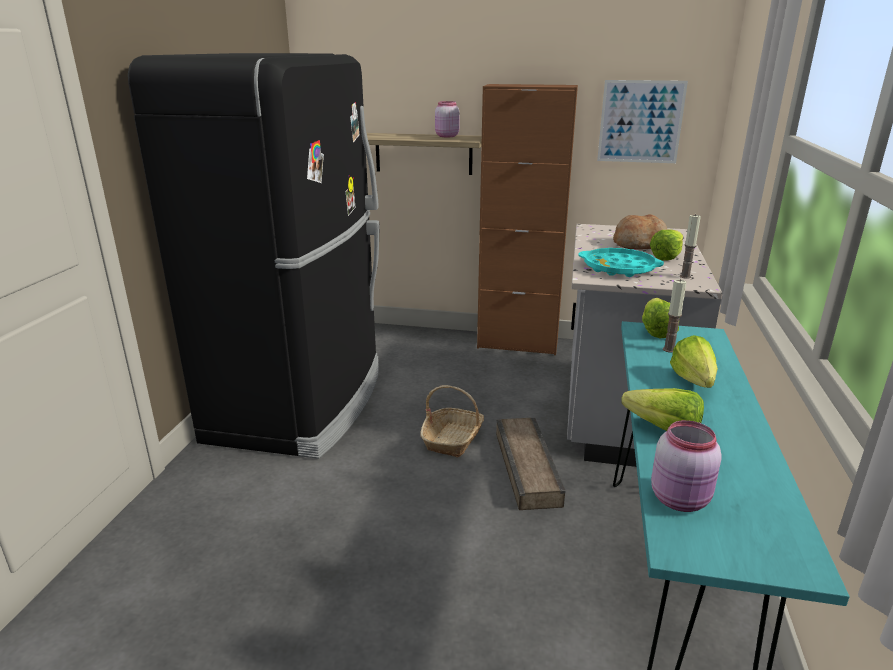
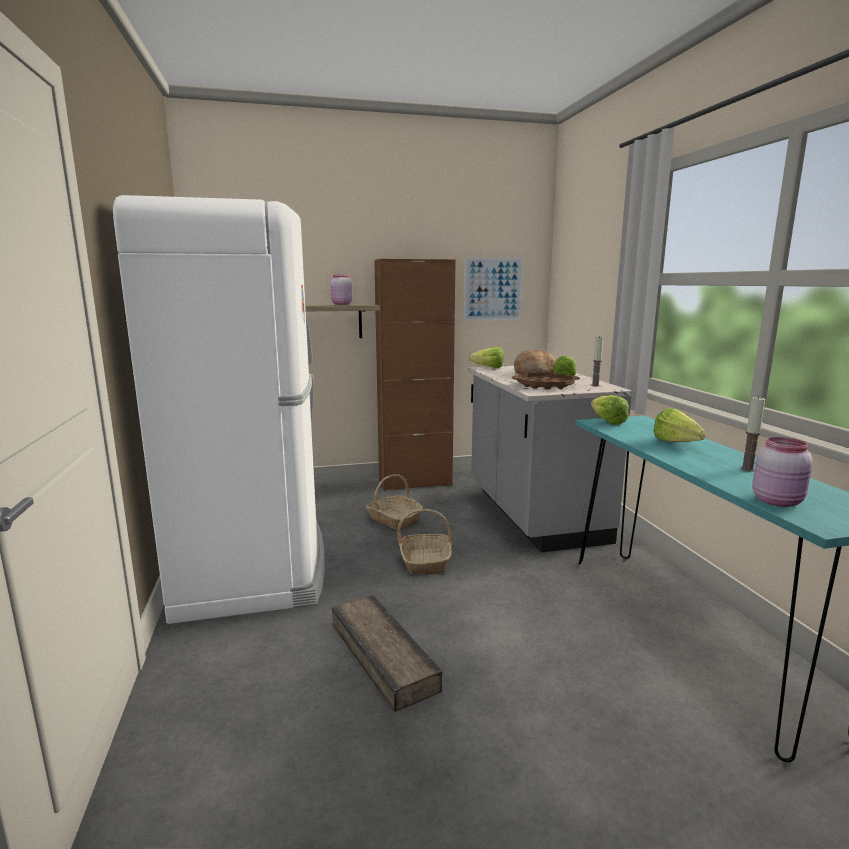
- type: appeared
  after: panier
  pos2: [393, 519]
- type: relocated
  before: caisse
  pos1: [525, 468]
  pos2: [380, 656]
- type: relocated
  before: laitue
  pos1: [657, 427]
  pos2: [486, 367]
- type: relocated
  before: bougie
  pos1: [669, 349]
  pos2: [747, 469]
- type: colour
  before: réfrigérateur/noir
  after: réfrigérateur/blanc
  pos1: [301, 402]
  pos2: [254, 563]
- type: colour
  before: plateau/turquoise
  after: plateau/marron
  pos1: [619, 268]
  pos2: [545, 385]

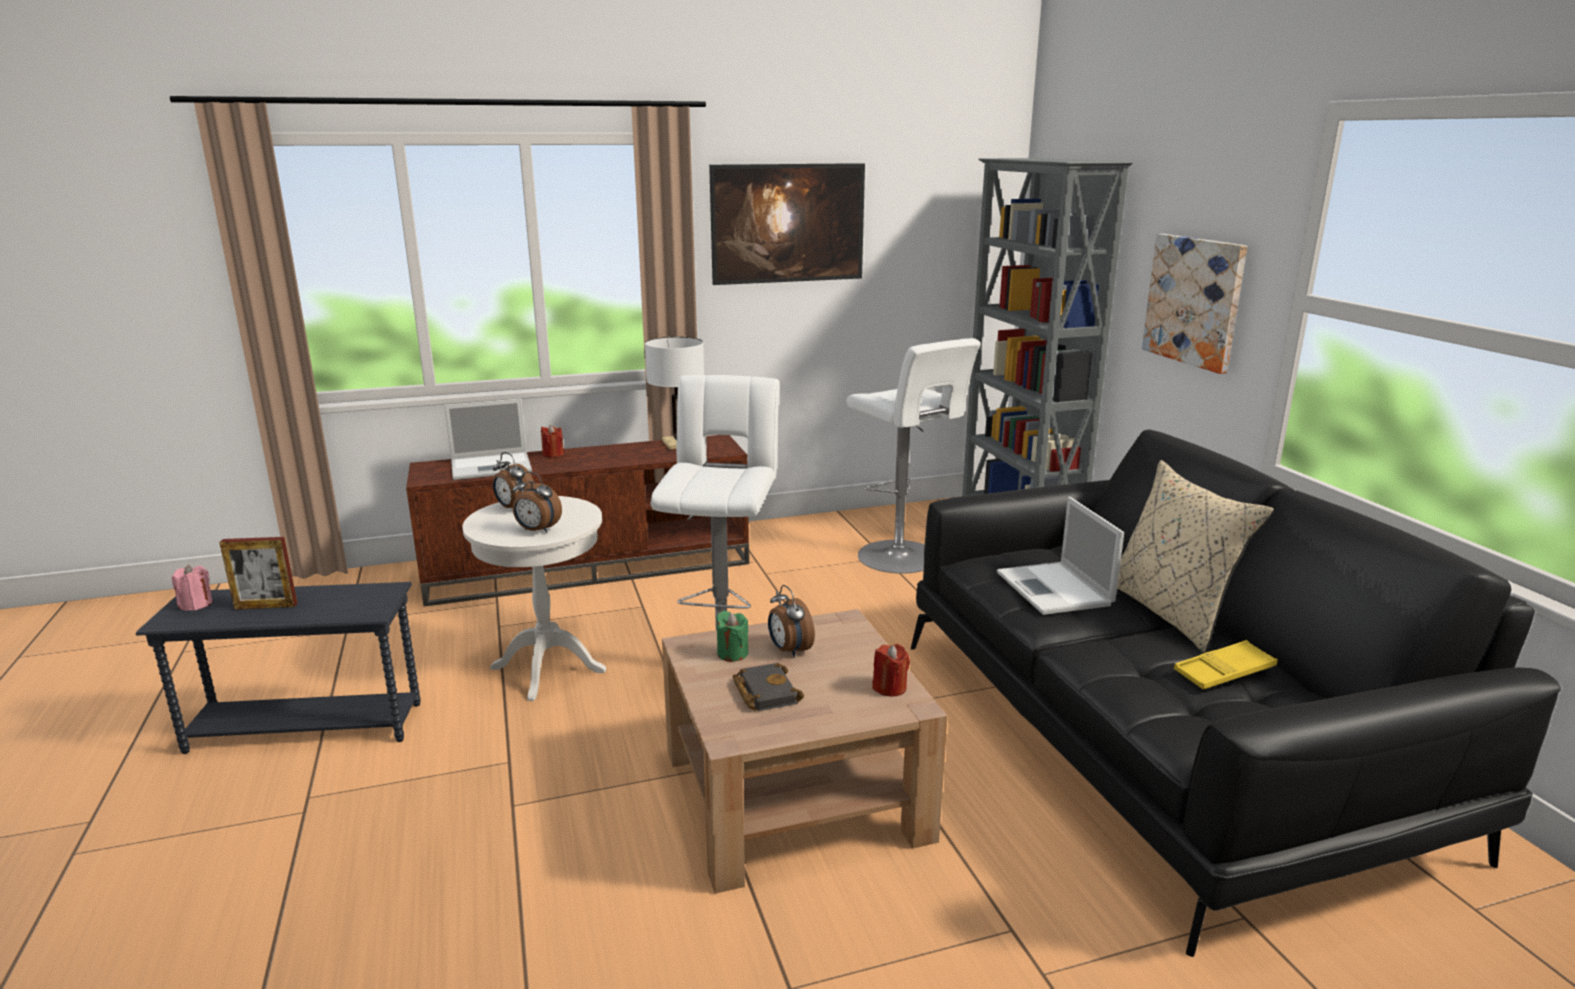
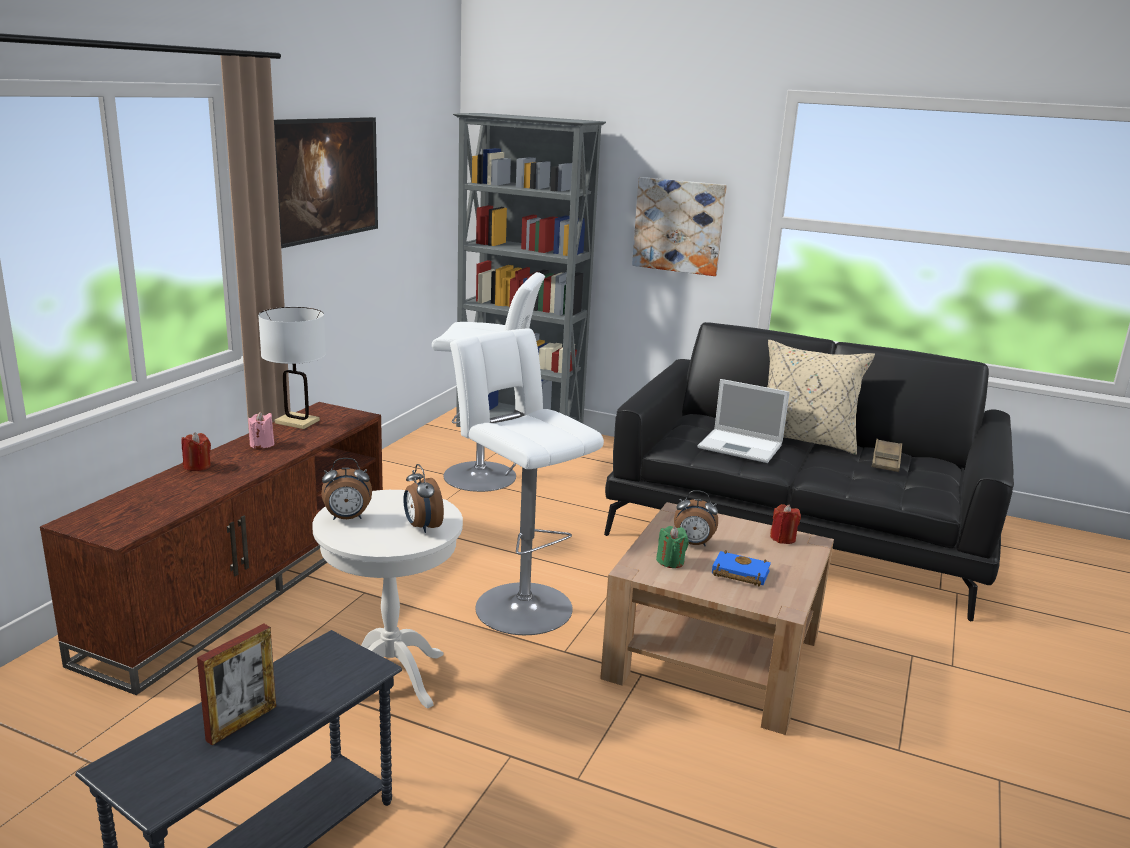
- type: missing
  before: ordinateur portable
  pos1: [493, 466]
- type: relocated
  before: bougie/rose
  pos1: [196, 604]
  pos2: [262, 444]
- type: colour
  before: livre/noir
  after: livre/bleu
  pos1: [764, 692]
  pos2: [738, 573]
- type: colour
  before: plateau/jaune
  after: plateau/marron
  pos1: [1224, 672]
  pos2: [886, 460]
- type: spun
  before: réveil
  pos1: [537, 530]
  pos2: [422, 527]
  turn: 90

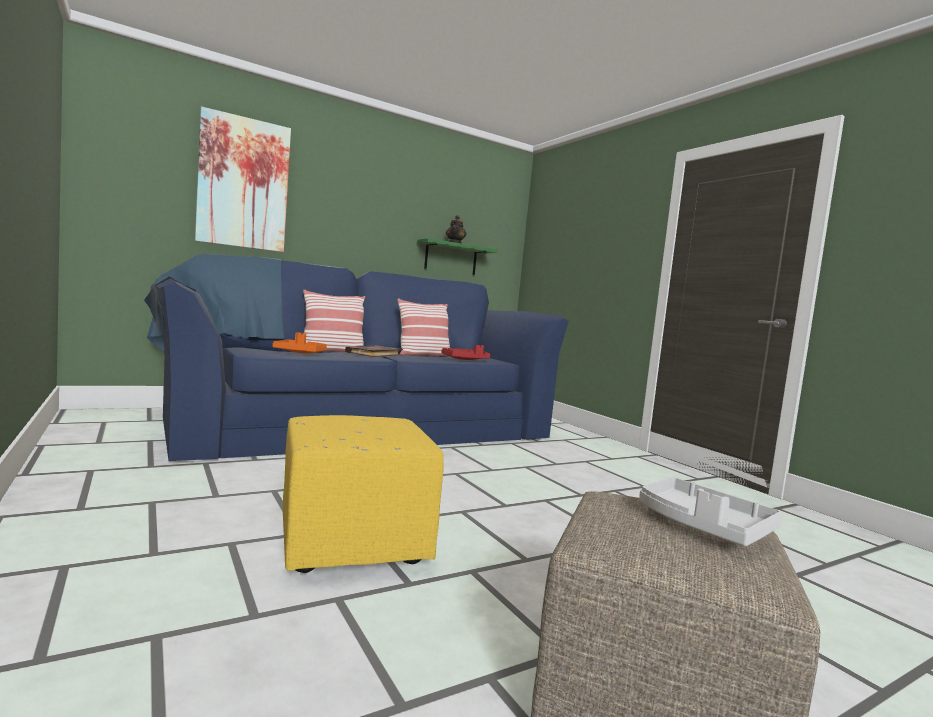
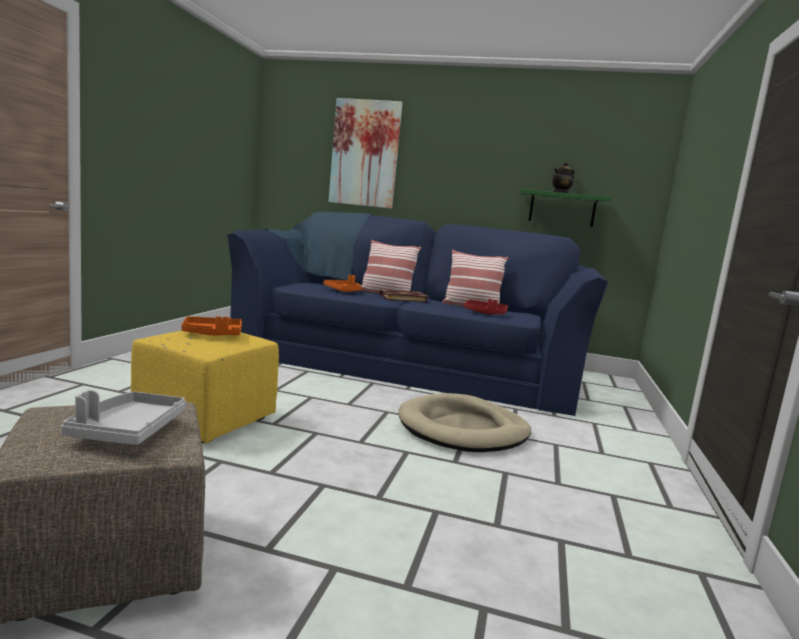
- type: appeared
  after: plateau/orange
  pos2: [212, 334]
- type: appeared
  after: panier pour chien/beige
  pos2: [463, 429]

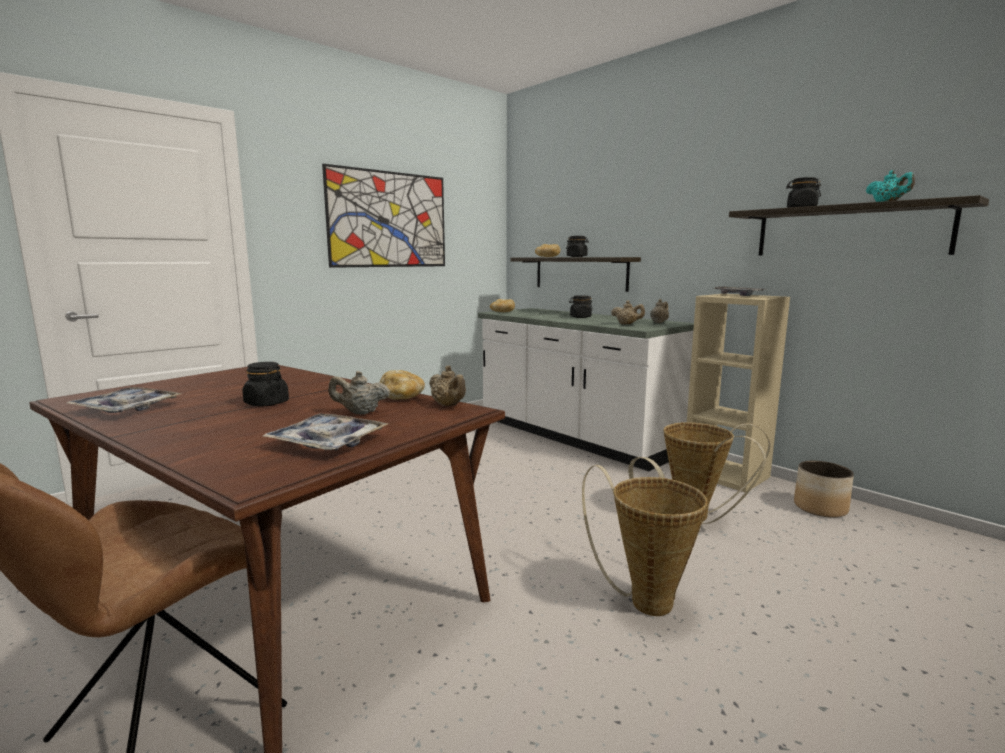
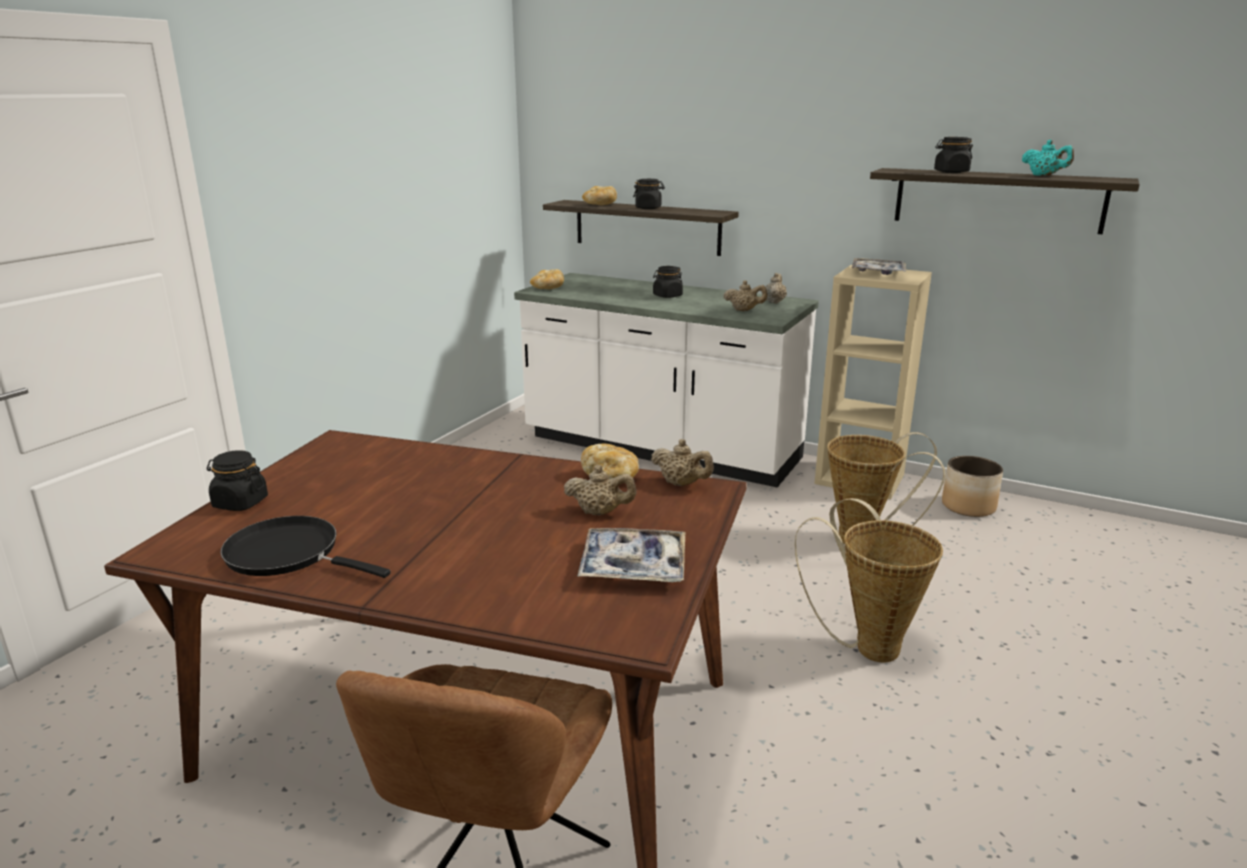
- type: missing
  before: tableau
  pos1: [389, 219]
- type: relocated
  before: bocal/noir
  pos1: [266, 403]
  pos2: [240, 503]
- type: exchanged
  before: plateau
  after: poêle/noir
  pos1: [126, 408]
  pos2: [289, 554]
- type: spun
  before: théière/beige
  pos1: [360, 413]
  pos2: [600, 512]
  turn: -150

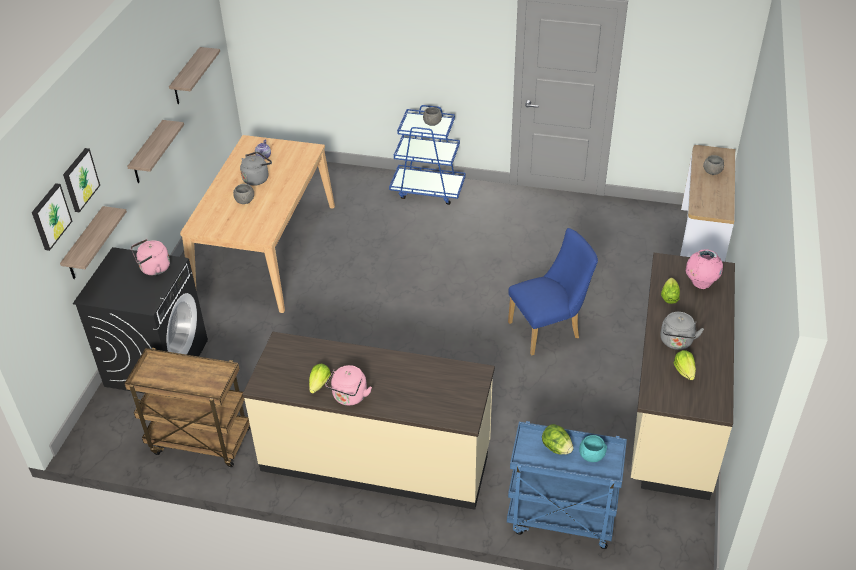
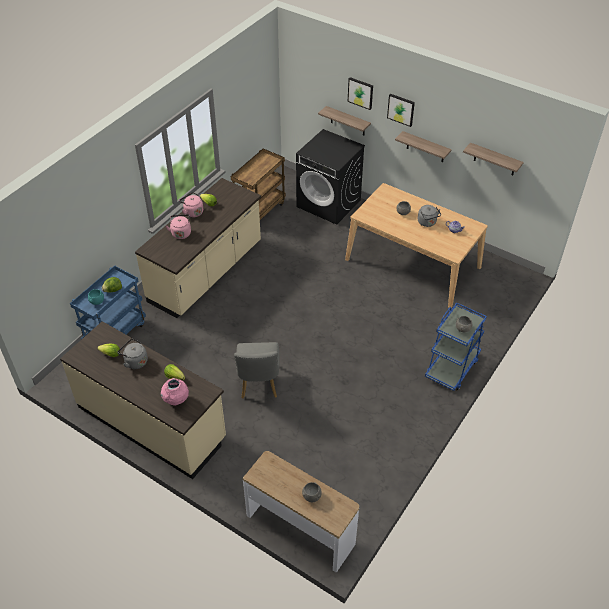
- type: relocated
  before: tableau
  pos1: [50, 216]
  pos2: [401, 109]
- type: relocated
  before: bouilloire/rose
  pos1: [153, 269]
  pos2: [181, 233]
- type: colour
  before: chaise/bleu
  after: chaise/gris
  pos1: [549, 329]
  pos2: [259, 385]

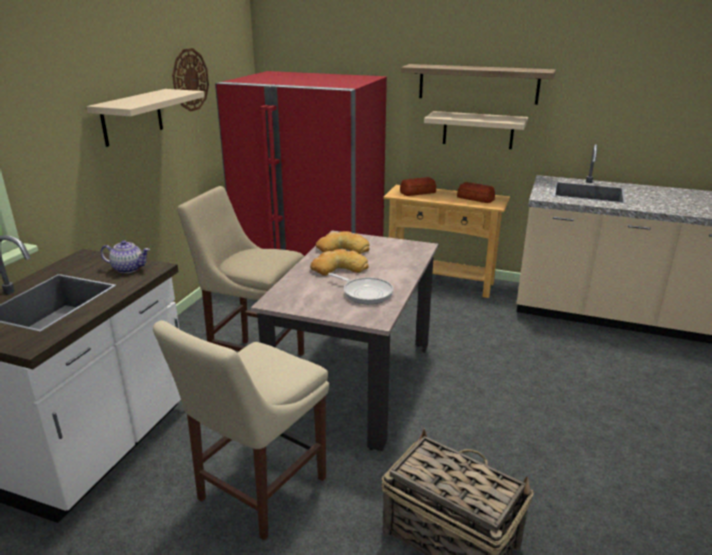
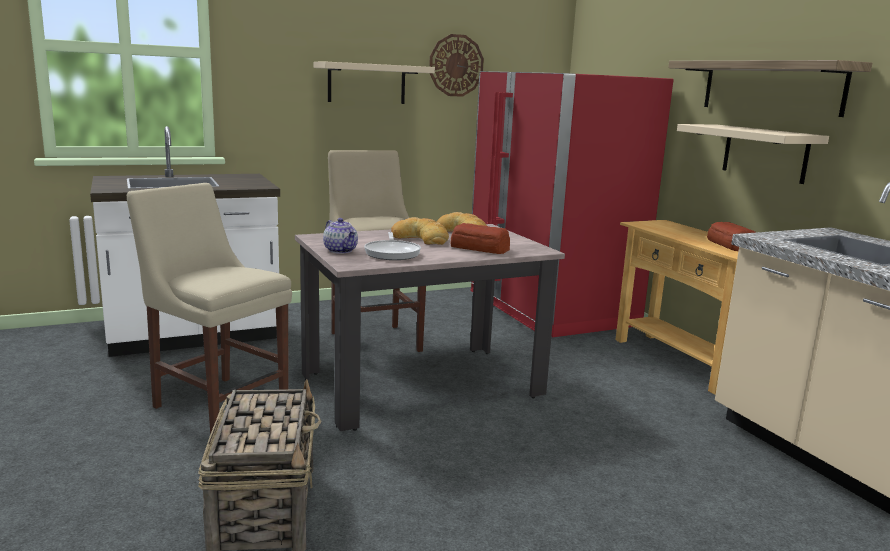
- type: relocated
  before: théière
  pos1: [129, 268]
  pos2: [341, 250]
- type: relocated
  before: pain
  pos1: [417, 192]
  pos2: [479, 248]
- type: spun
  before: chaise/beige
  pos1: [257, 492]
  pos2: [217, 403]
  turn: 45

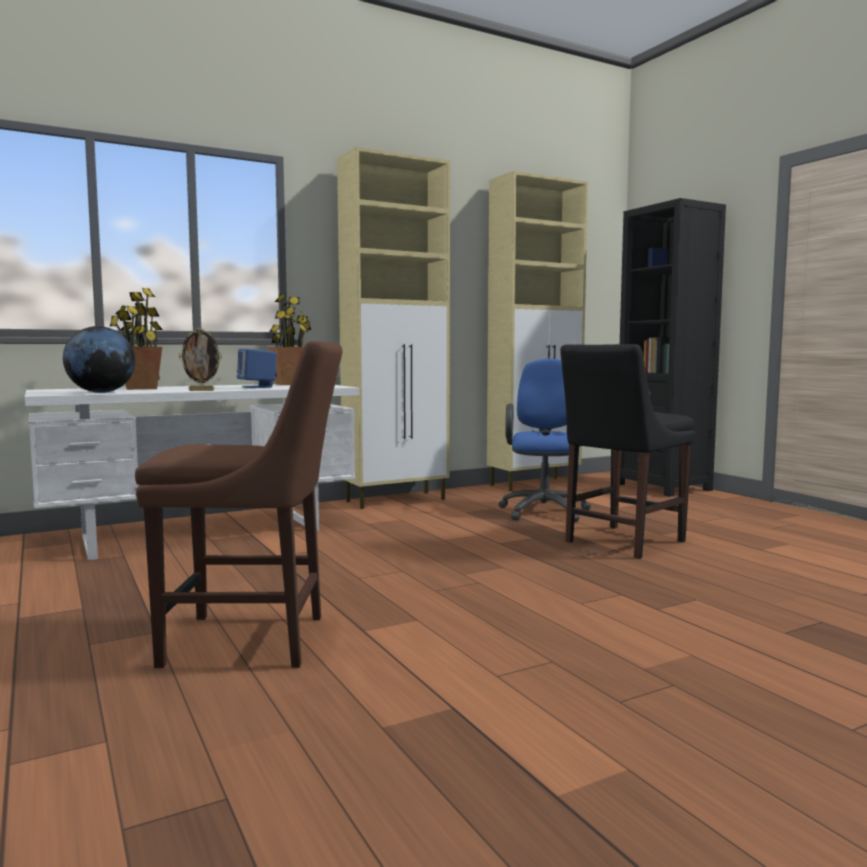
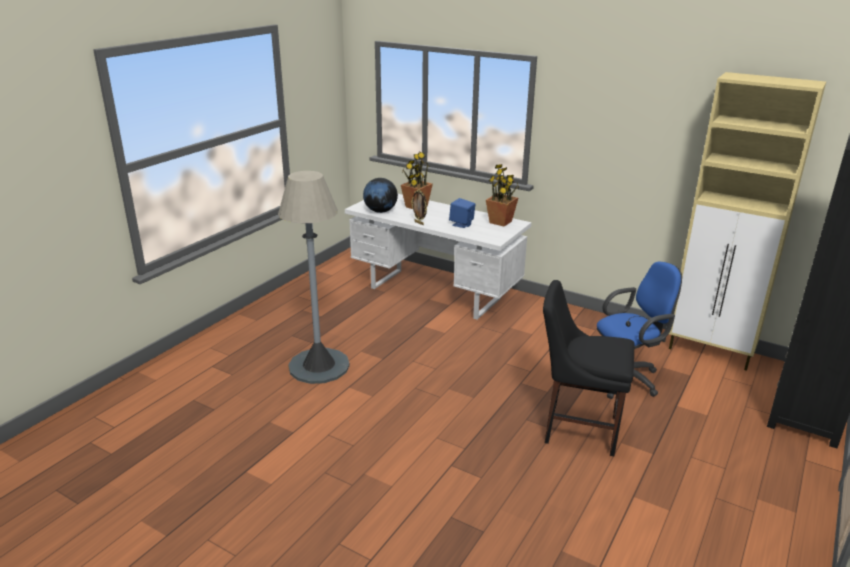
- type: missing
  before: meuble de rangement/beige
  pos1: [397, 500]
- type: exchanged
  before: chaise/marron
  after: lampadaire/gris
  pos1: [254, 641]
  pos2: [319, 366]

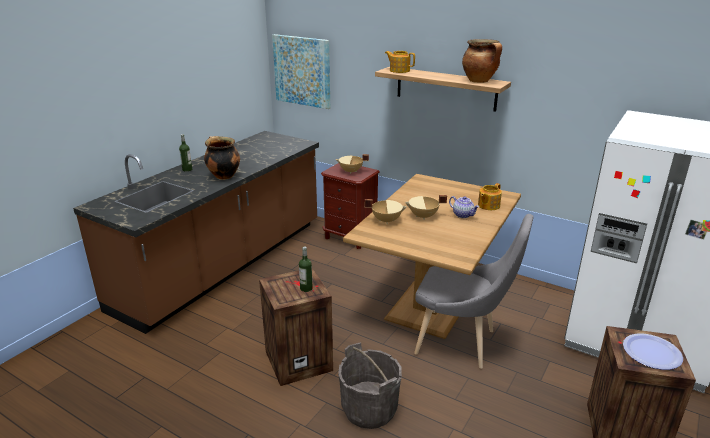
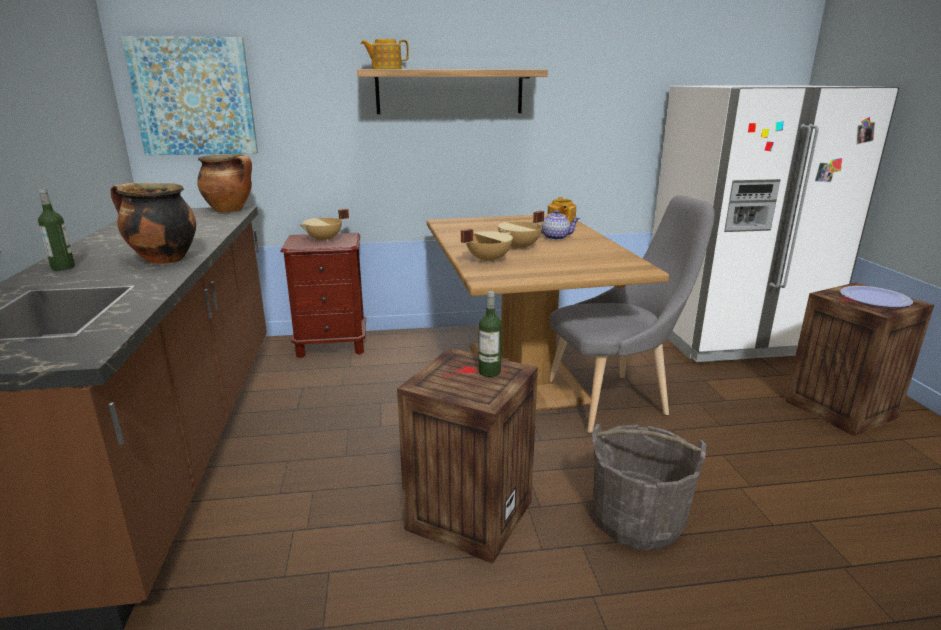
- type: relocated
  before: marmite
  pos1: [480, 81]
  pos2: [230, 210]

